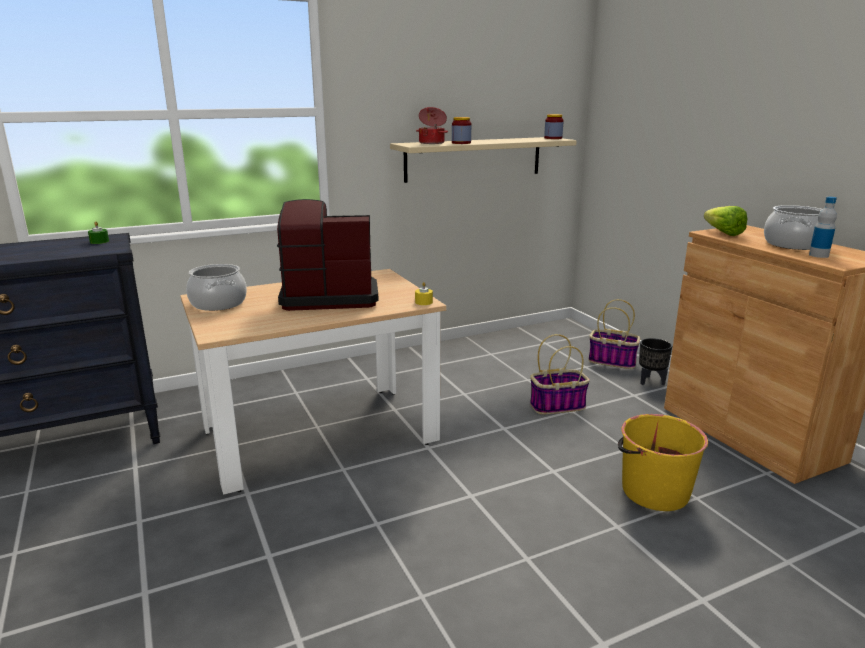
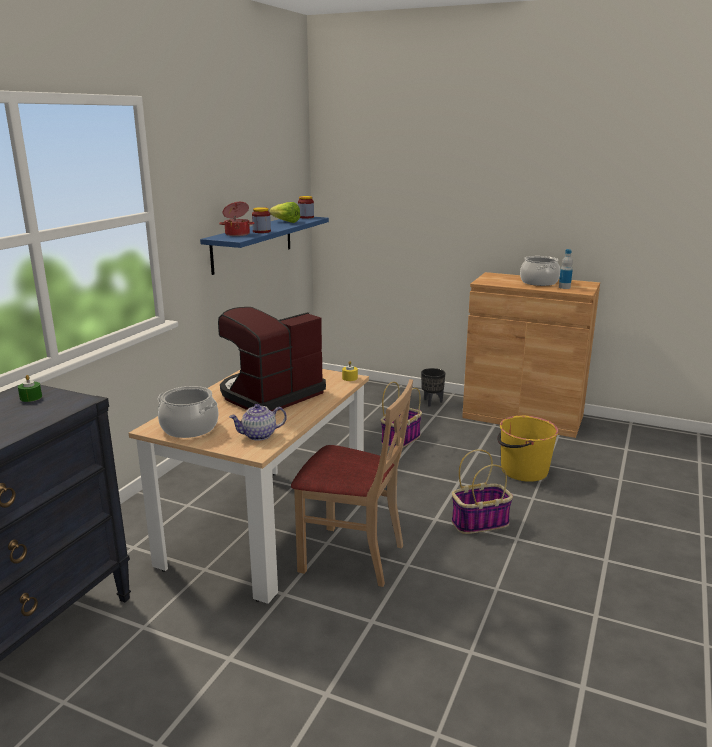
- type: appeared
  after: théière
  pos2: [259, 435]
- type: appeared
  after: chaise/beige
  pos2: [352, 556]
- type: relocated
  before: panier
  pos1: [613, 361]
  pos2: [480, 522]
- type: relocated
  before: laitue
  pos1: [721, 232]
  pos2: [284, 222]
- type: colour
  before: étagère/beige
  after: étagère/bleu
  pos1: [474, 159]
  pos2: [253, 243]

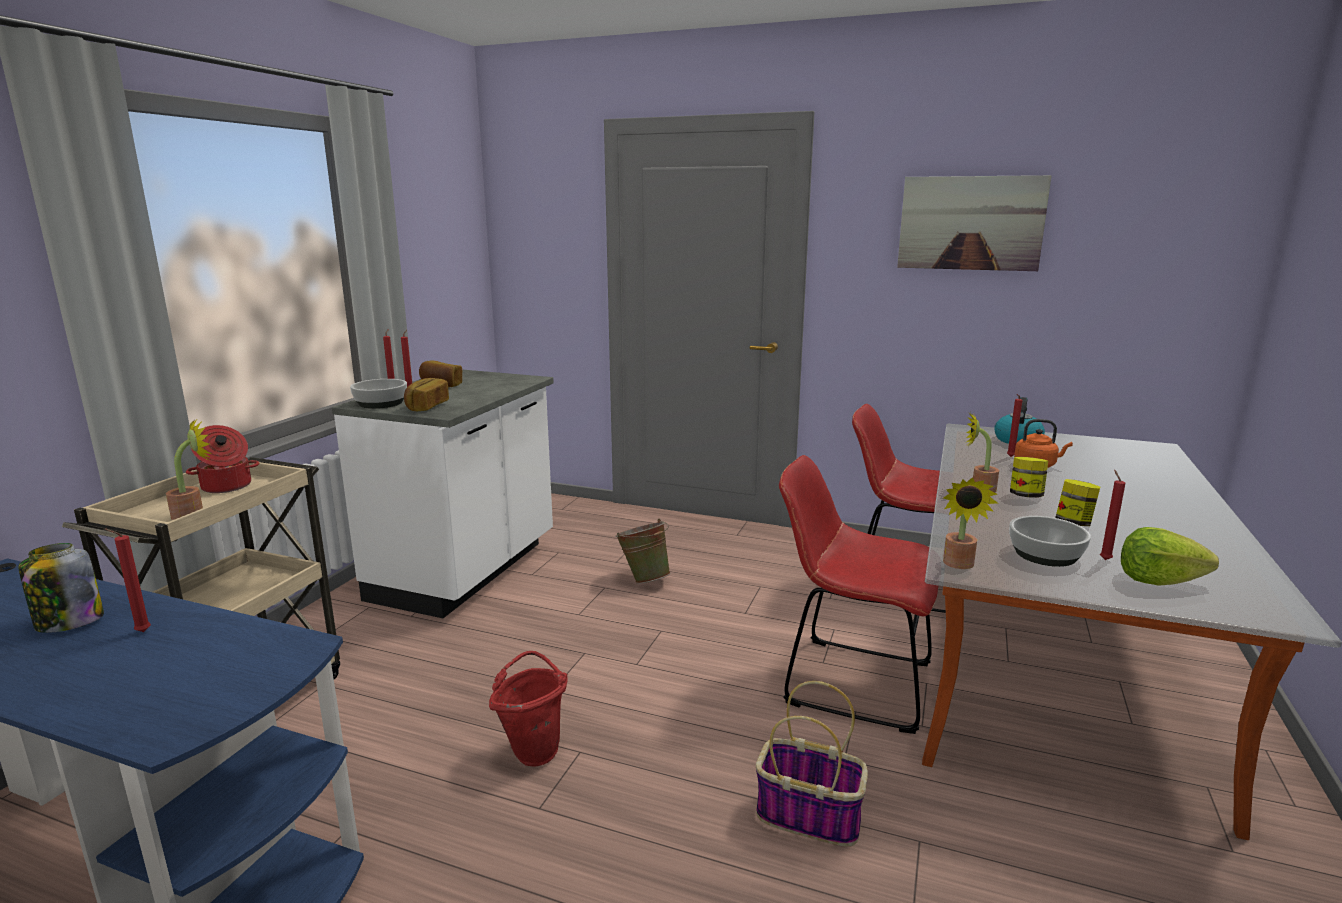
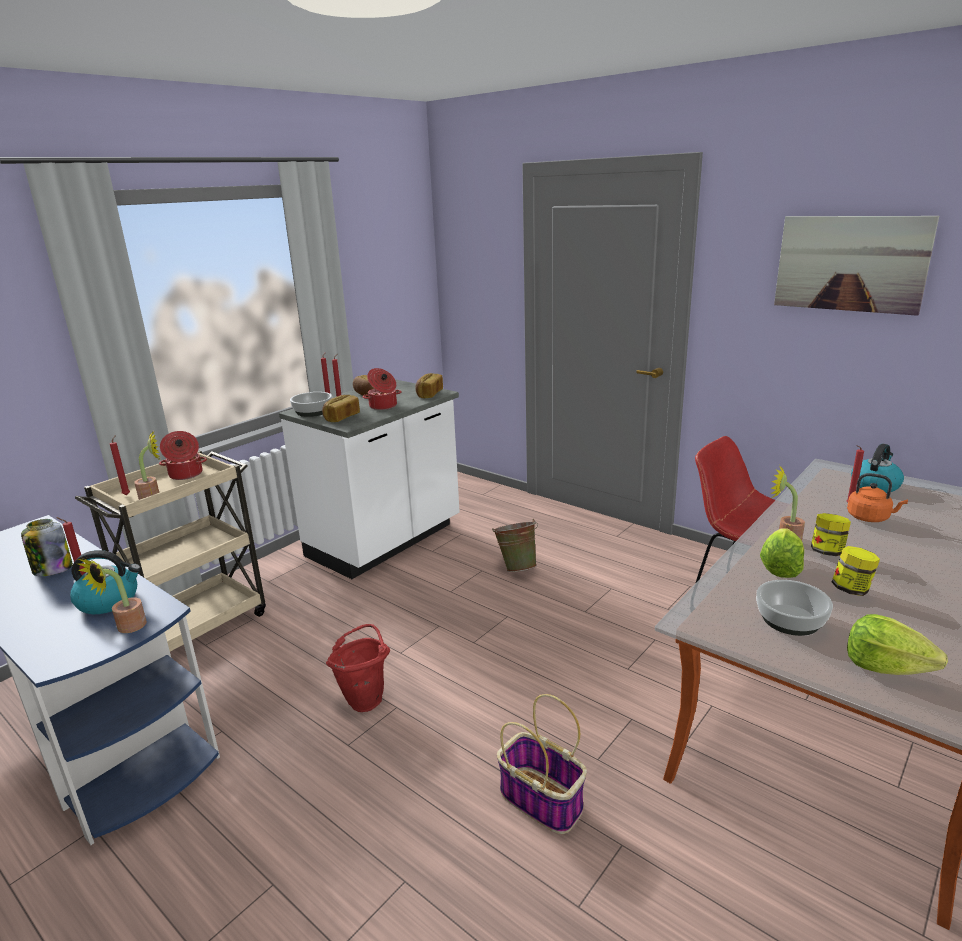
- type: missing
  before: chaise/rouge
  pos1: [849, 682]
- type: appeared
  after: bouilloire
  pos2: [109, 600]
- type: appeared
  after: marmite
  pos2: [383, 406]
- type: appeared
  after: pain
  pos2: [429, 394]
- type: appeared
  after: laitue
  pos2: [780, 568]
- type: relocated
  before: plante en pot
  pos1: [959, 565]
  pos2: [126, 628]
- type: relocated
  before: bougie/rouge
  pos1: [1104, 559]
  pos2: [127, 494]

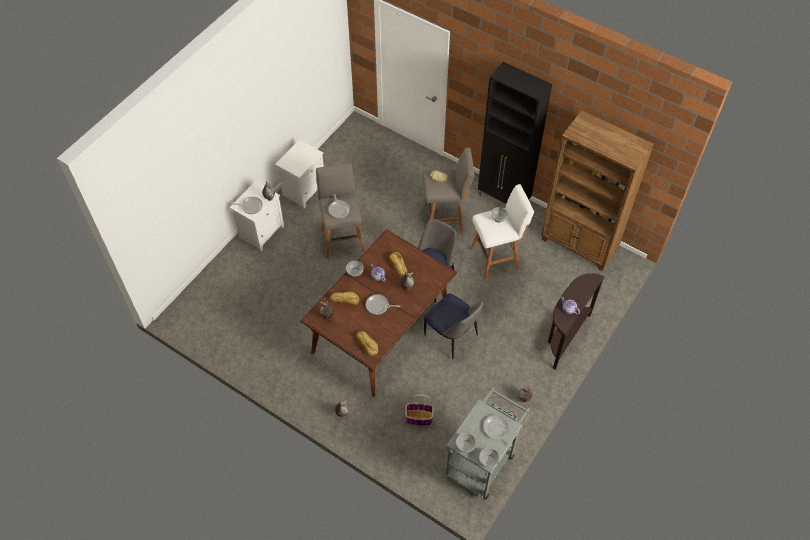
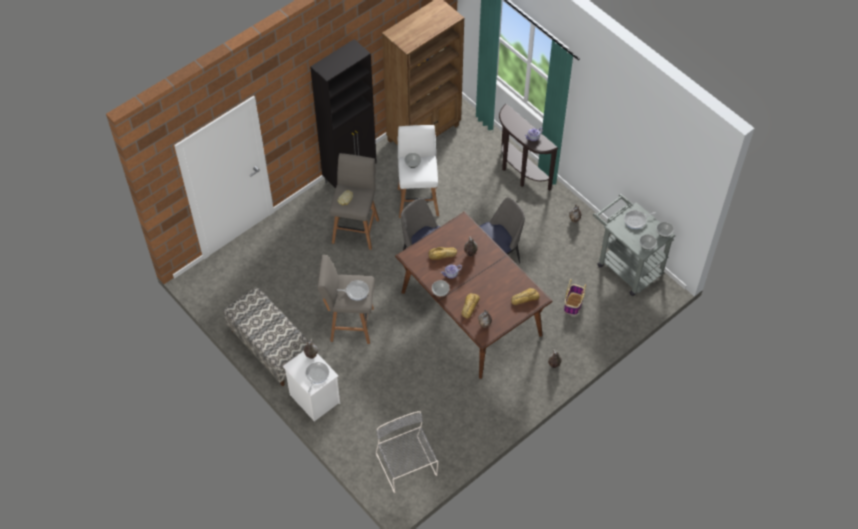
- type: missing
  before: poêle
  pos1: [378, 306]
- type: appeared
  after: chaise/gris
  pos2: [407, 466]
- type: exchanged
  before: table de chevet/blanc
  after: banc
  pos1: [304, 189]
  pos2: [270, 348]

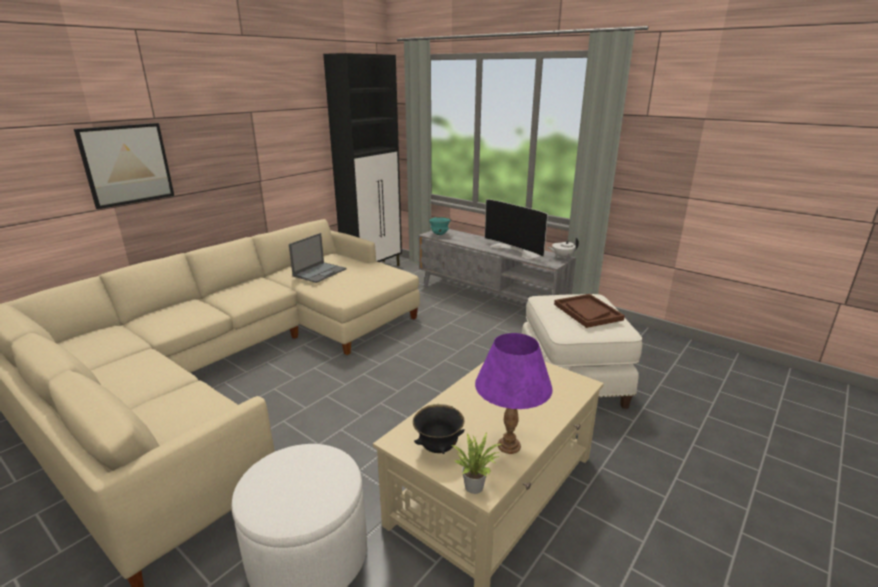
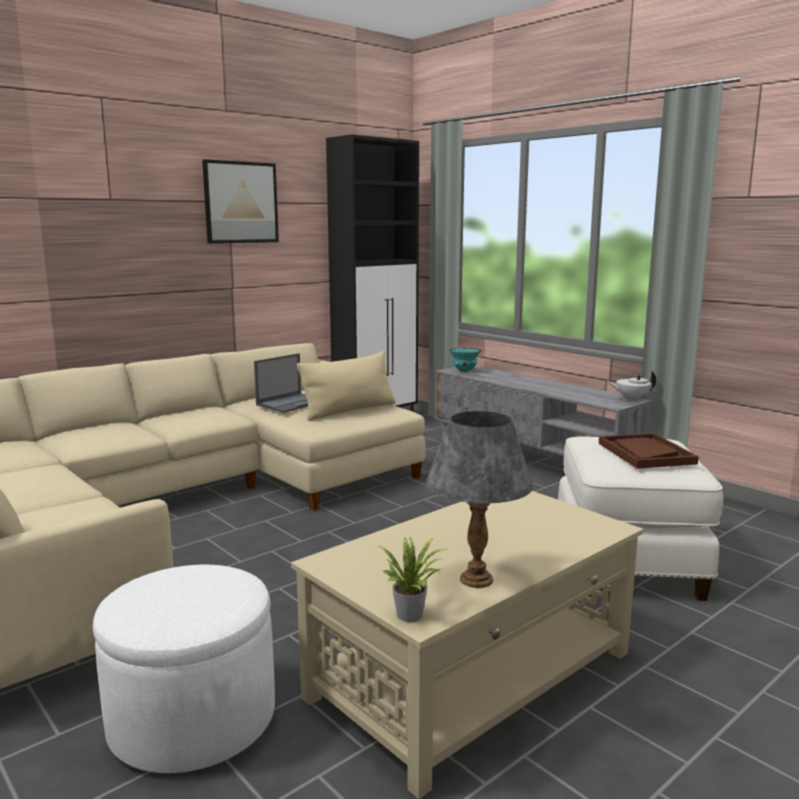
- type: missing
  before: bol/noir
  pos1: [439, 448]
- type: missing
  before: téléviseur
  pos1: [516, 250]
- type: appeared
  after: coussin/beige
  pos2: [349, 410]
- type: relocated
  before: tableau
  pos1: [127, 164]
  pos2: [241, 202]
- type: colour
  before: lampe de table/violet
  after: lampe de table/gris
  pos1: [508, 445]
  pos2: [475, 579]

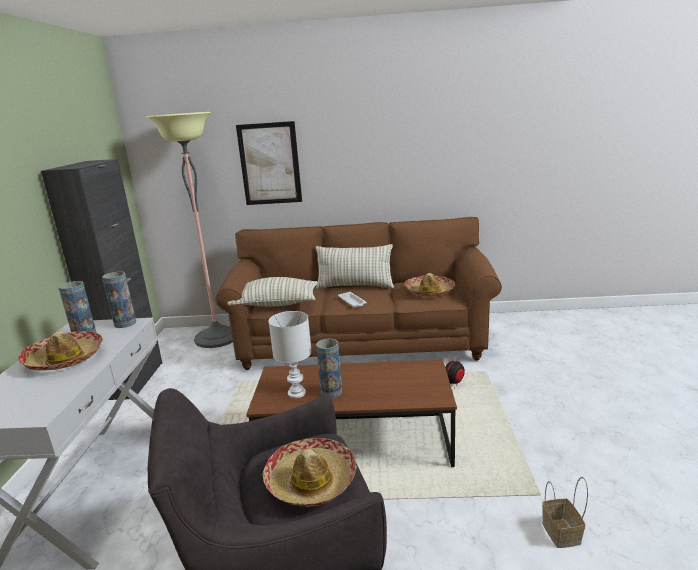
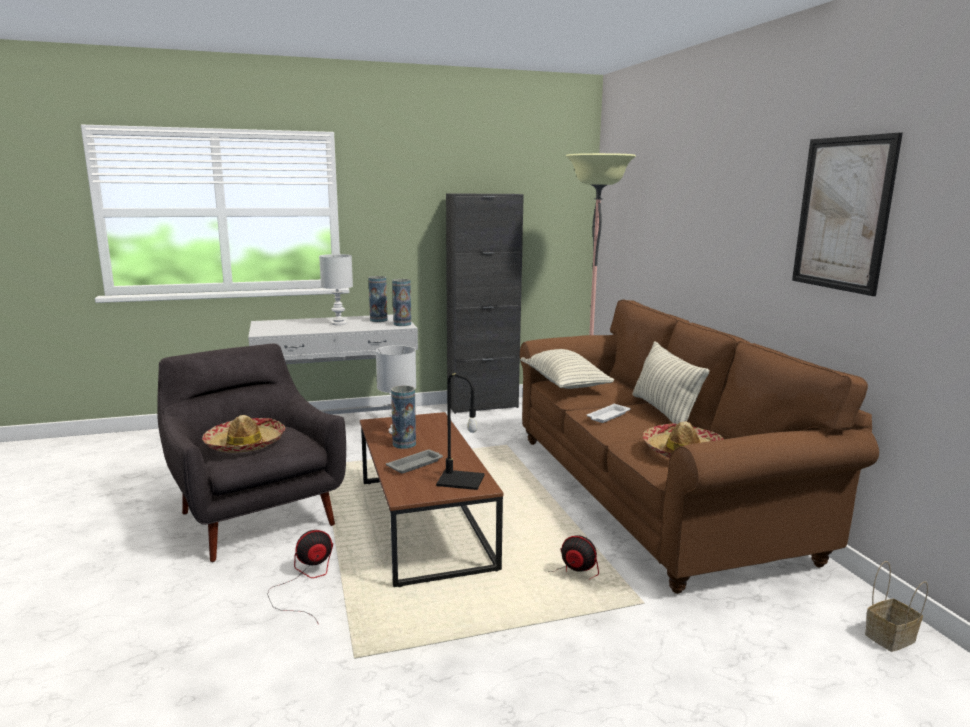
- type: appeared
  after: ventilateur
  pos2: [306, 581]
- type: appeared
  after: plateau/gris
  pos2: [416, 464]
- type: appeared
  after: lampe de table/noir
  pos2: [459, 480]
- type: relocated
  before: tableau
  pos1: [270, 164]
  pos2: [843, 214]
- type: relocated
  before: panier
  pos1: [562, 534]
  pos2: [889, 638]
- type: exchanged
  before: chapeau
  after: lampe de table/blanc
  pos1: [64, 359]
  pos2: [338, 323]

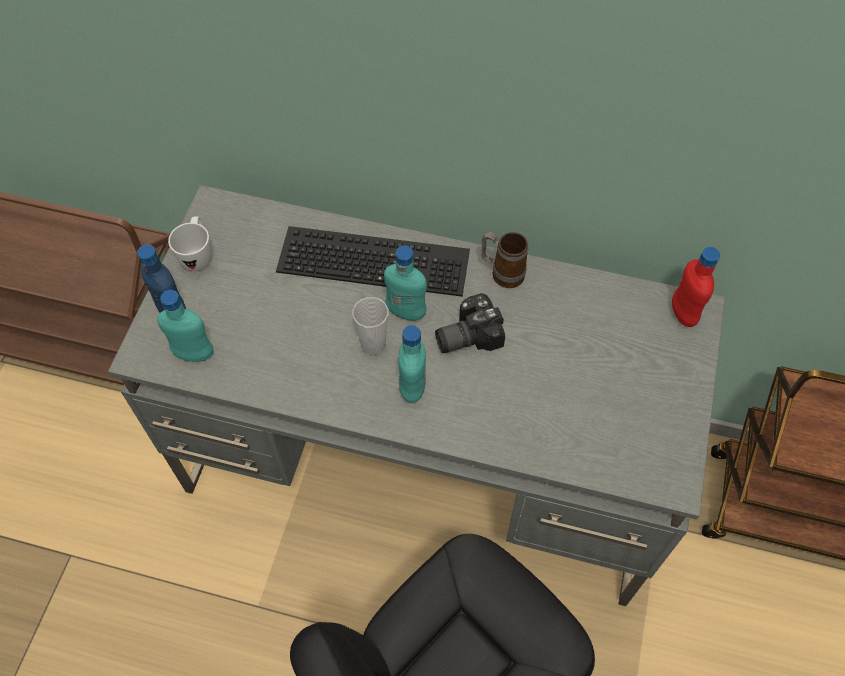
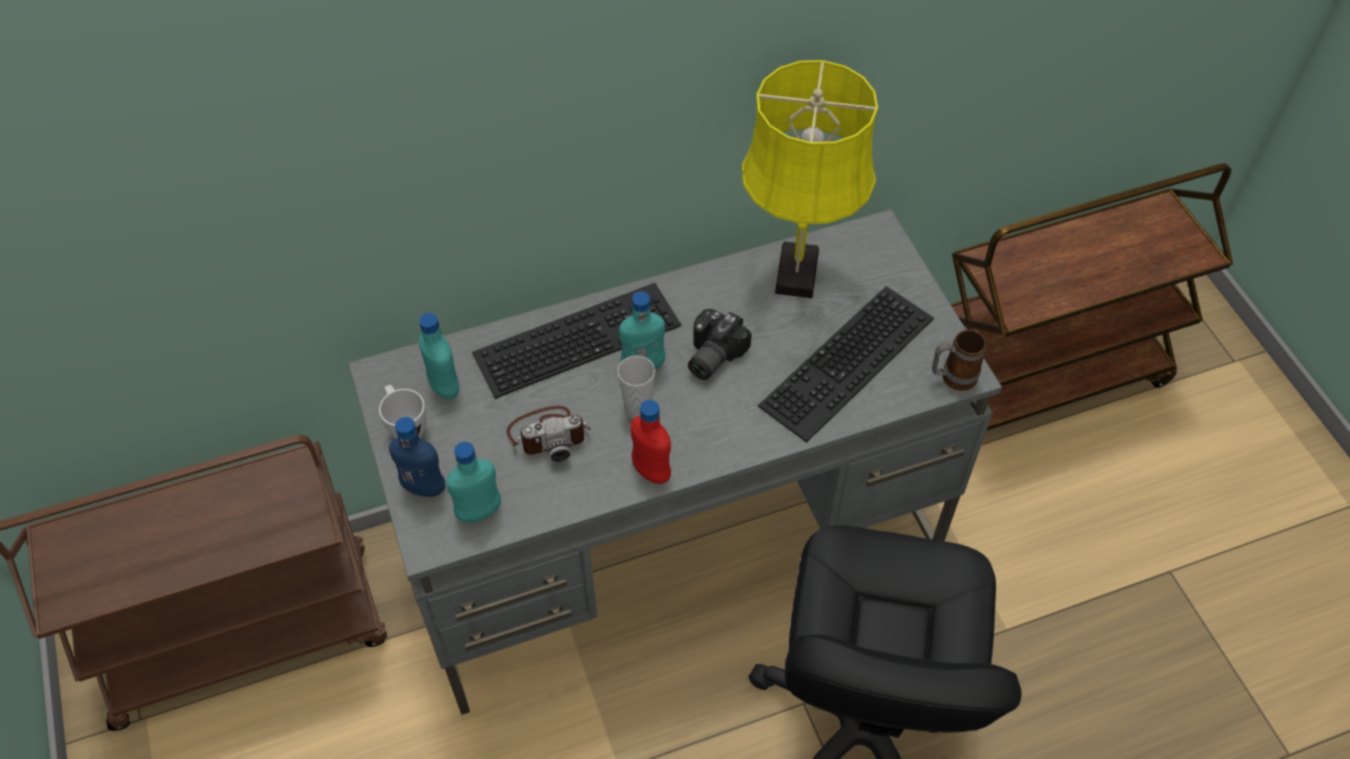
- type: appeared
  after: appareil photo
  pos2: [549, 434]
- type: appeared
  after: lampe de table/jaune
  pos2: [796, 277]
- type: appeared
  after: clavier
  pos2: [849, 365]
- type: relocated
  before: bouteille/turquoise
  pos1: [412, 387]
  pos2: [444, 387]
- type: relocated
  before: mug
  pos1: [501, 273]
  pos2: [952, 378]
- type: relocated
  before: bouteille/rouge
  pos1: [683, 313]
  pos2: [651, 471]

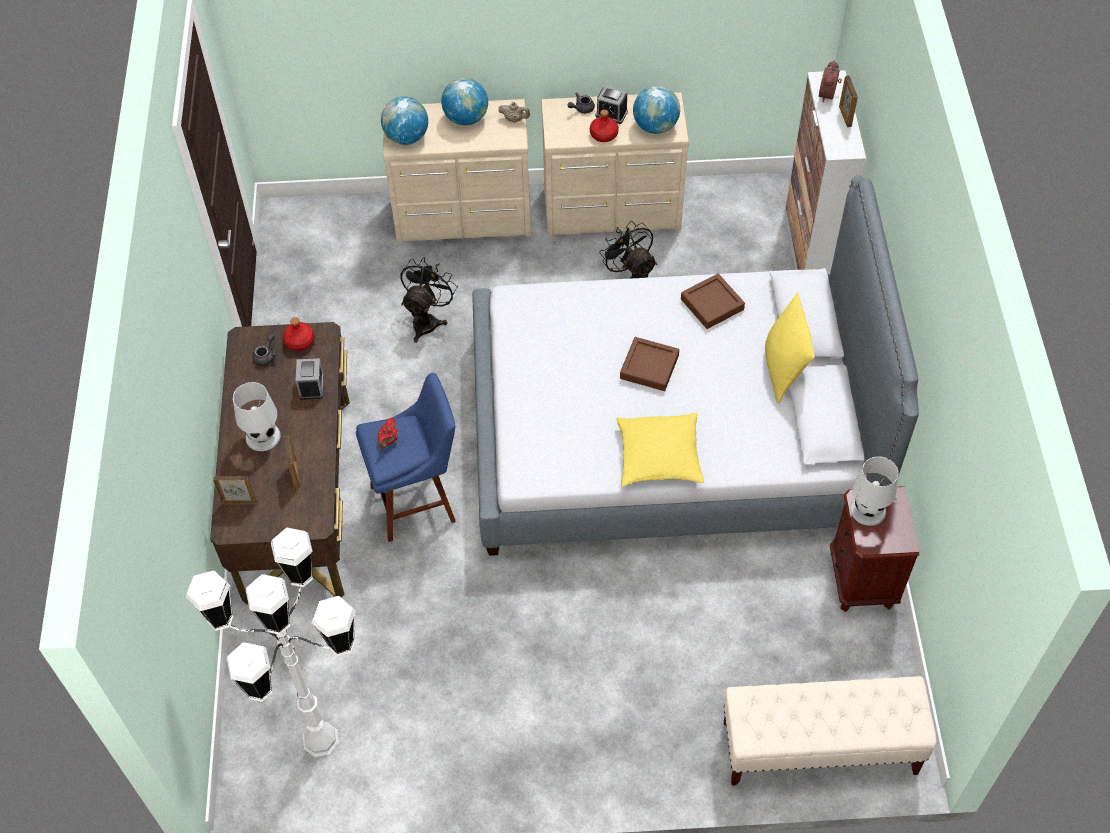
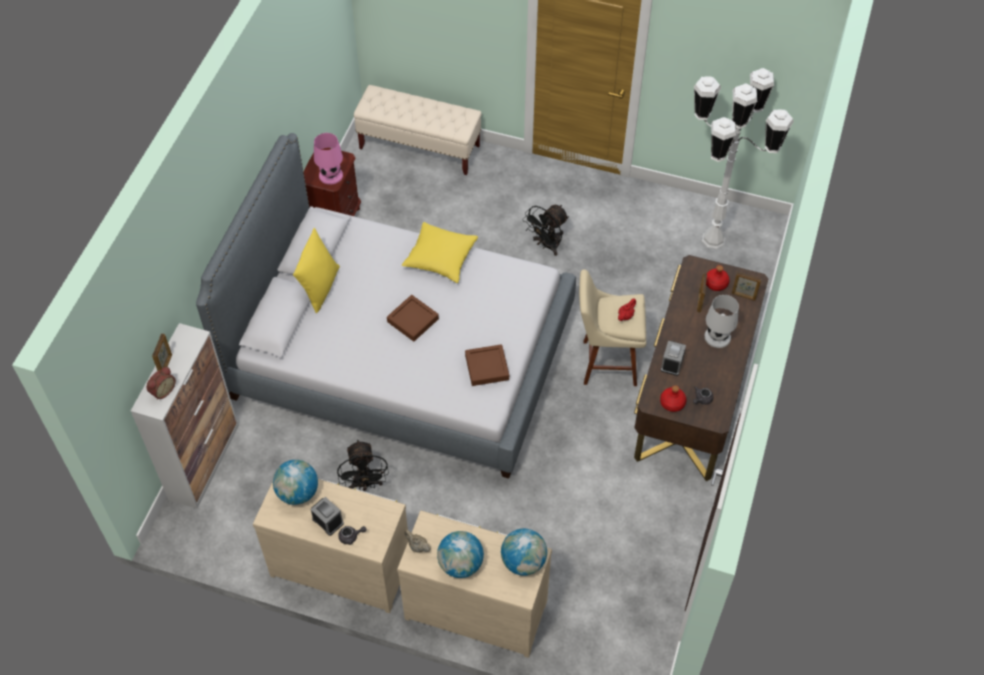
- type: relocated
  before: ventilateur/noir
  pos1: [428, 320]
  pos2: [546, 245]
- type: relocated
  before: bouteille/rouge
  pos1: [603, 134]
  pos2: [716, 283]
- type: relocated
  before: plateau/marron
  pos1: [712, 304]
  pos2: [487, 367]
- type: colour
  before: tabouret/bleu
  after: tabouret/beige
  pos1: [418, 502]
  pos2: [605, 363]
- type: colour
  before: lampe de table/blanc
  after: lampe de table/rose
  pos1: [868, 510]
  pos2: [330, 175]

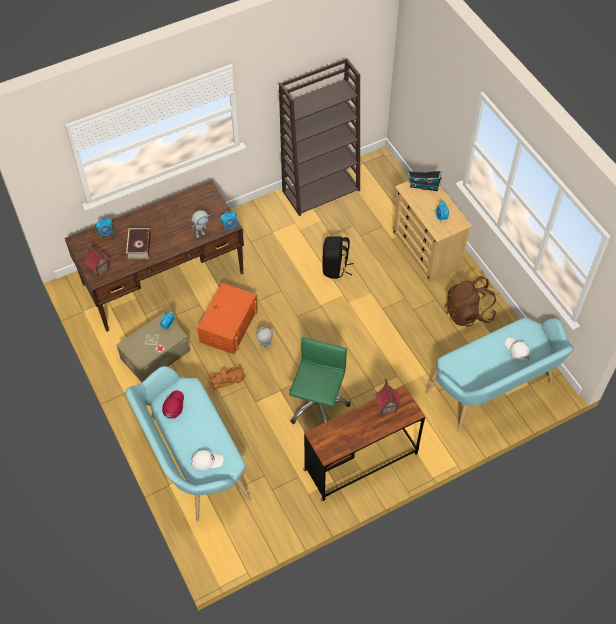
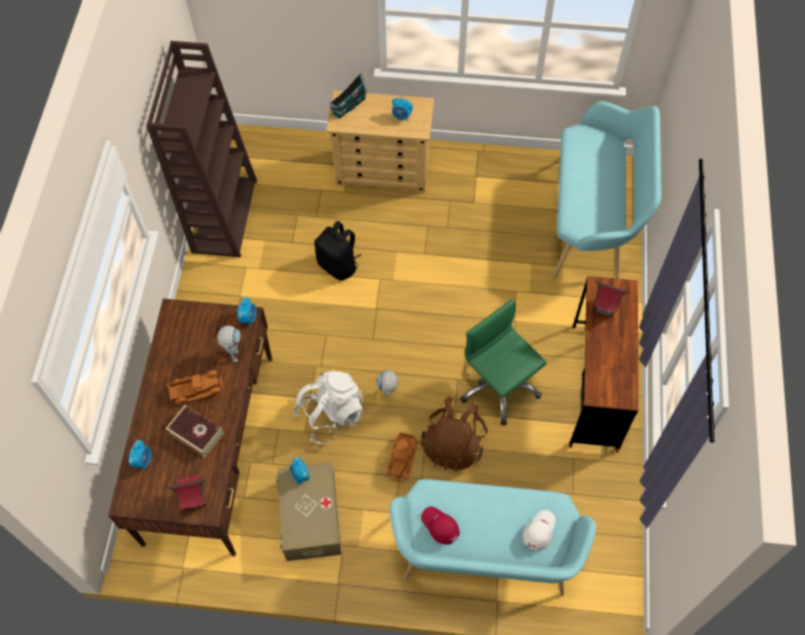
- type: missing
  before: casquette/blanc
  pos1: [517, 350]
- type: appeared
  after: camion jouet
  pos2: [196, 389]
- type: relocated
  before: sac à dos/marron
  pos1: [468, 313]
  pos2: [453, 444]
- type: exchanged
  before: boîte de rangement/orange
  after: sac à dos/blanc
  pos1: [228, 325]
  pos2: [331, 414]

